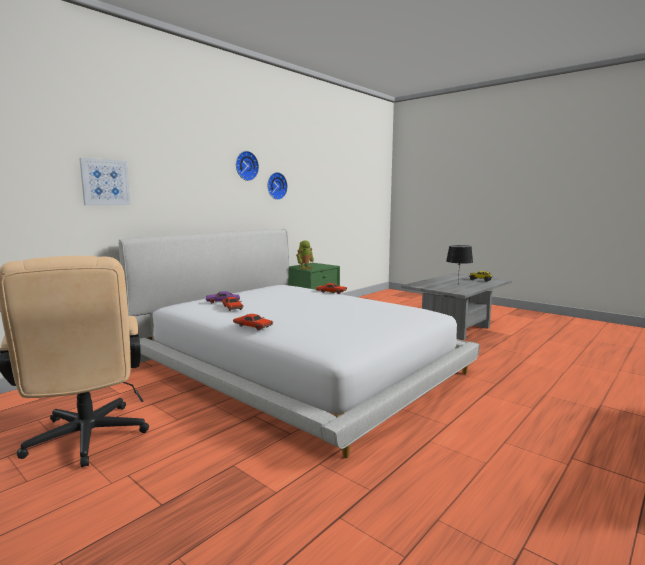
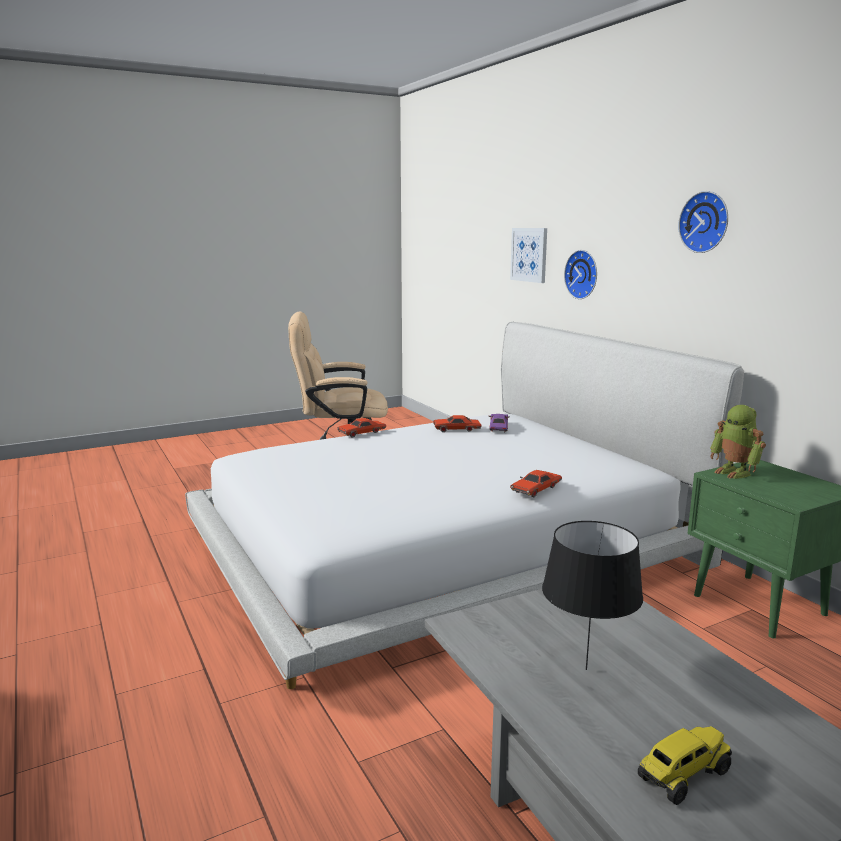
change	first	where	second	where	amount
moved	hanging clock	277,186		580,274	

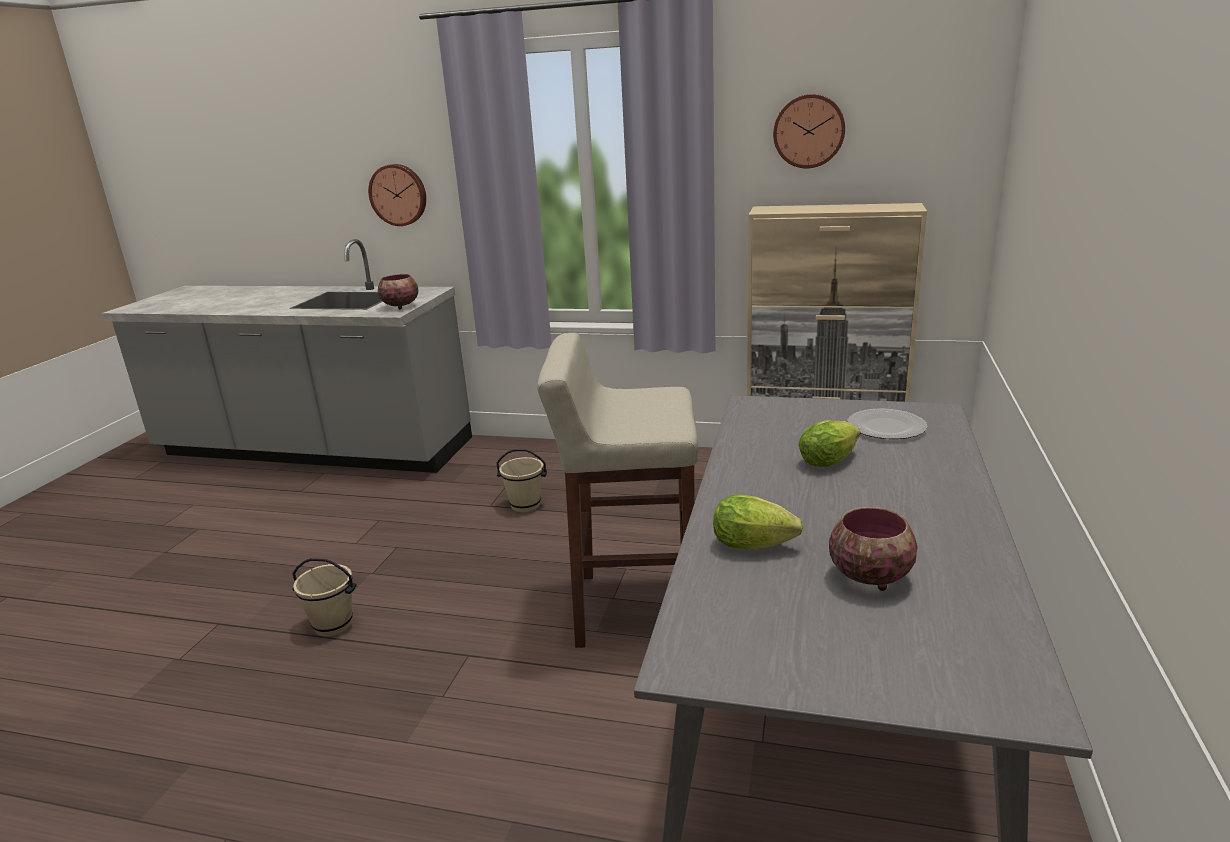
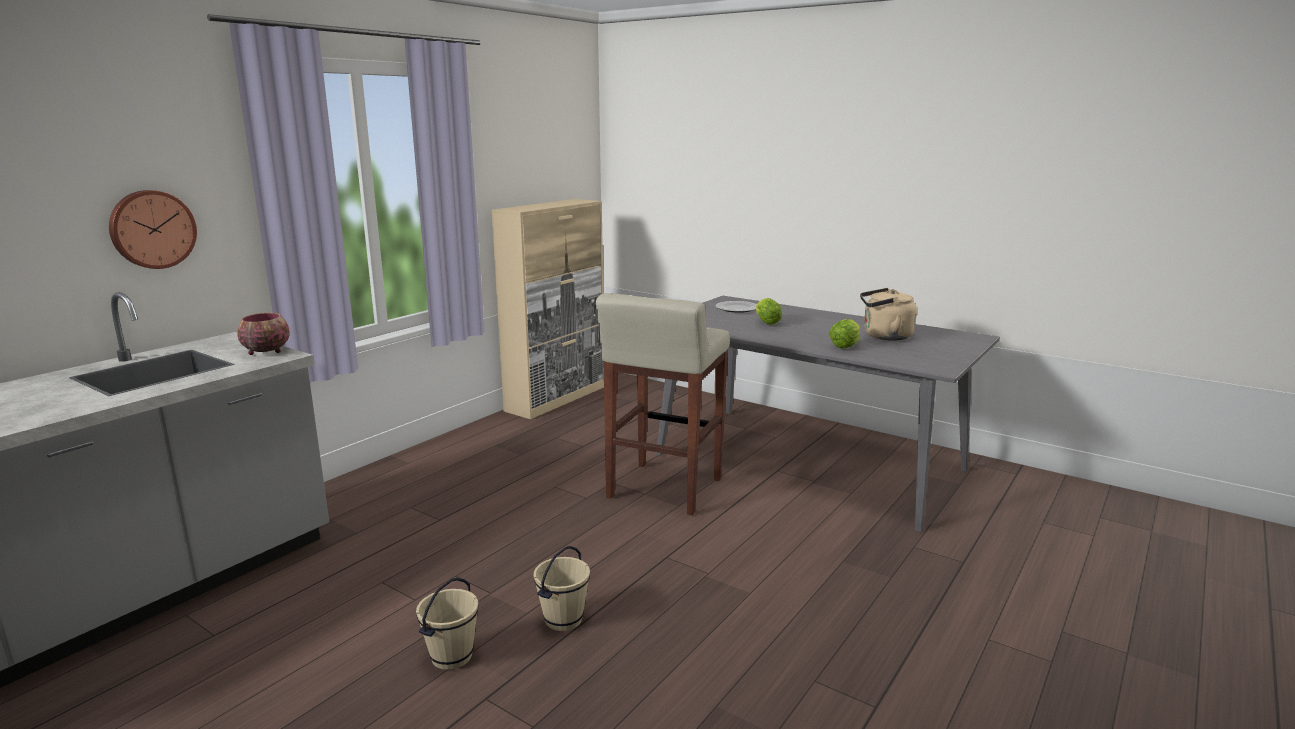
change	first	where	second	where	amount
removed	hanging clock	809,131			
moved	beige-coloured pail	522,480		447,624	
replaced	bowl	873,549	beige-coloured water kettle	888,314	

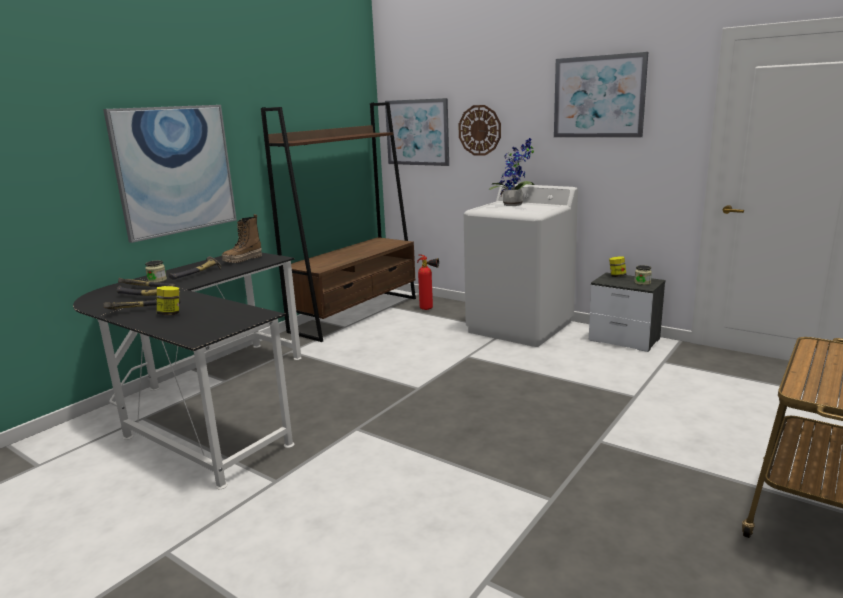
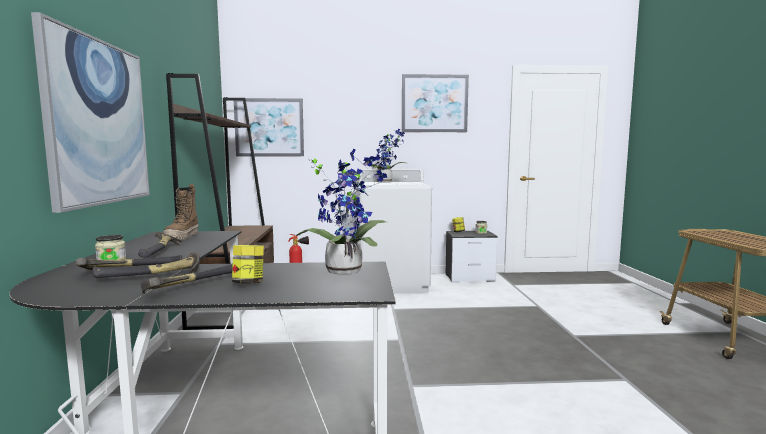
change	first	where	second	where	amount
removed	hanging clock	479,130			
added			houseplant	341,212	

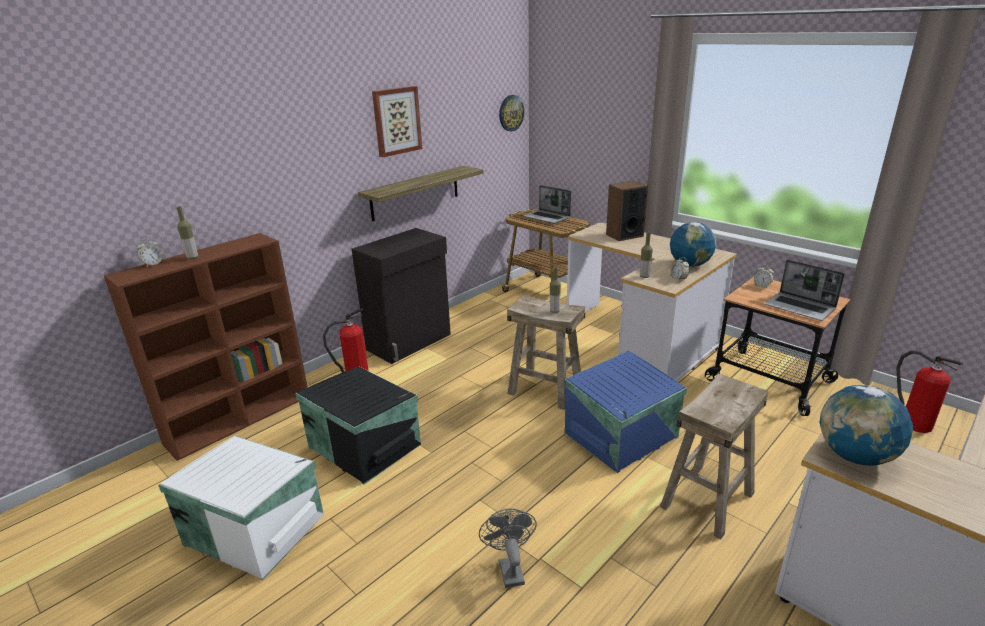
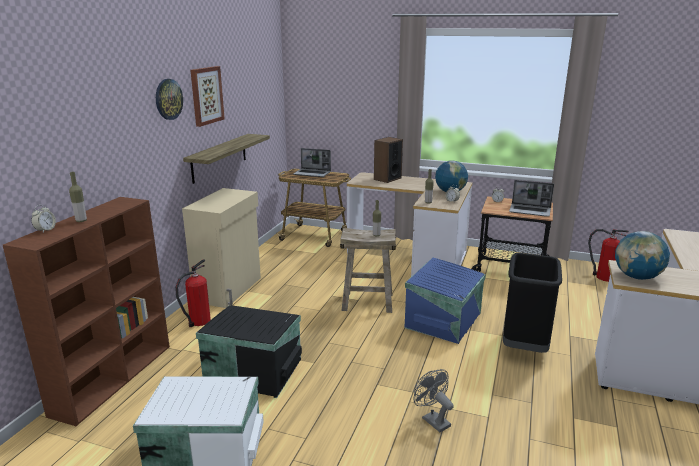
change	first	where	second	where	amount
moved	hanging clock	511,113		169,99	
replaced	beige-coloured sitting stool	714,456	black-coloured waste bin	532,303	
recoloured	black-coloured storage cabinet	401,296	beige-coloured storage cabinet	221,248	

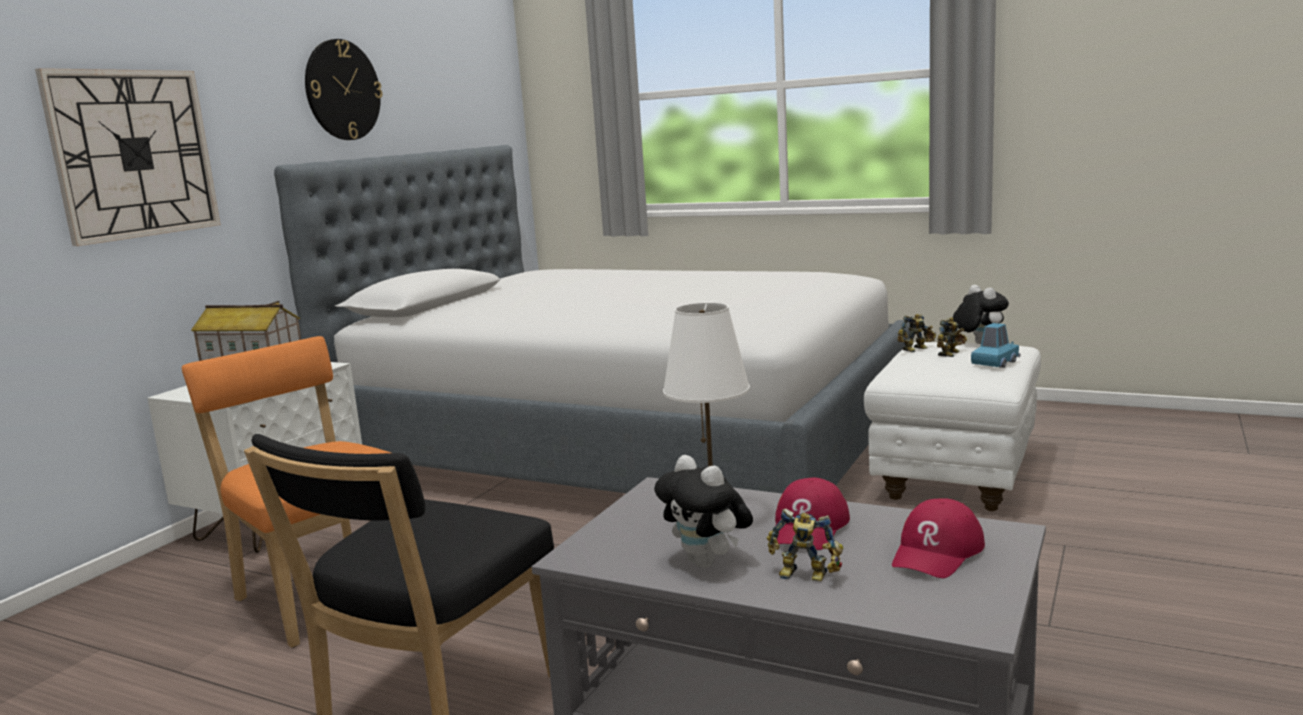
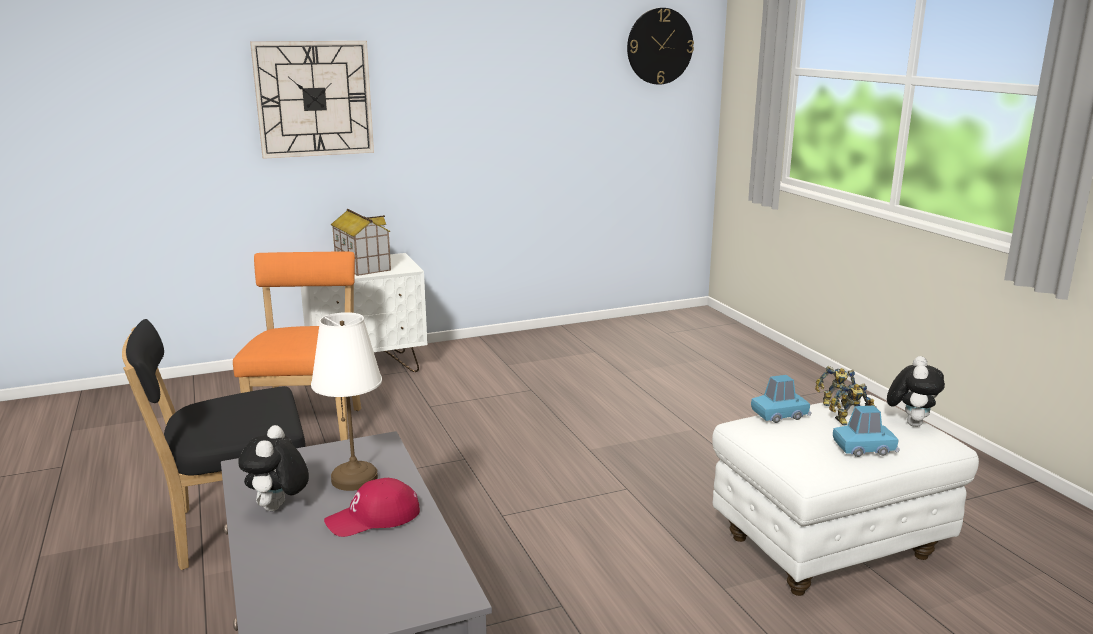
change	first	where	second	where	amount
removed	bed	592,319			
removed	robot figure	805,545			
removed	red cap	938,538			
added			bluish model car	781,399	
moved	hanging clock	343,89		660,46	

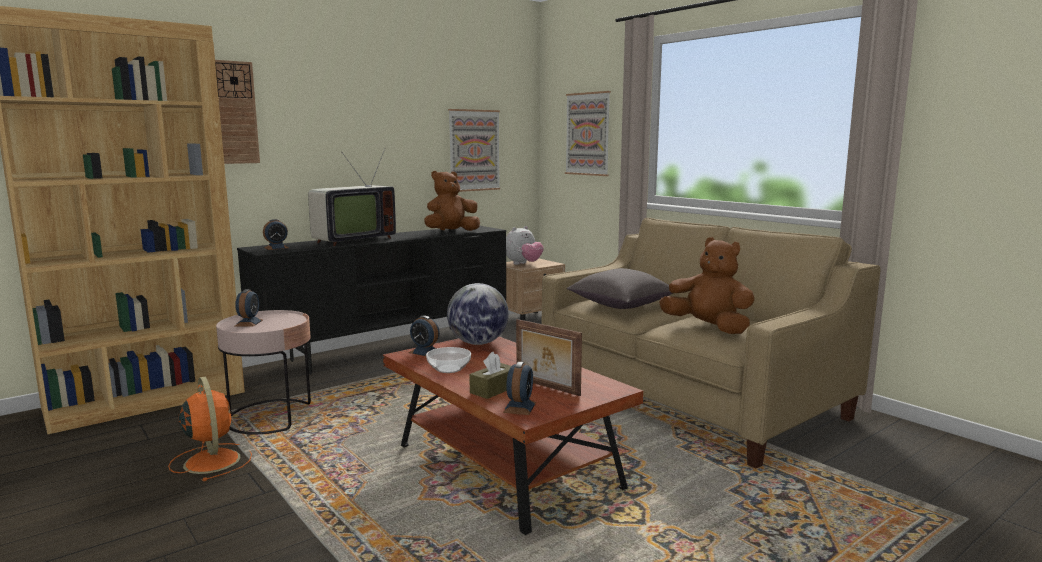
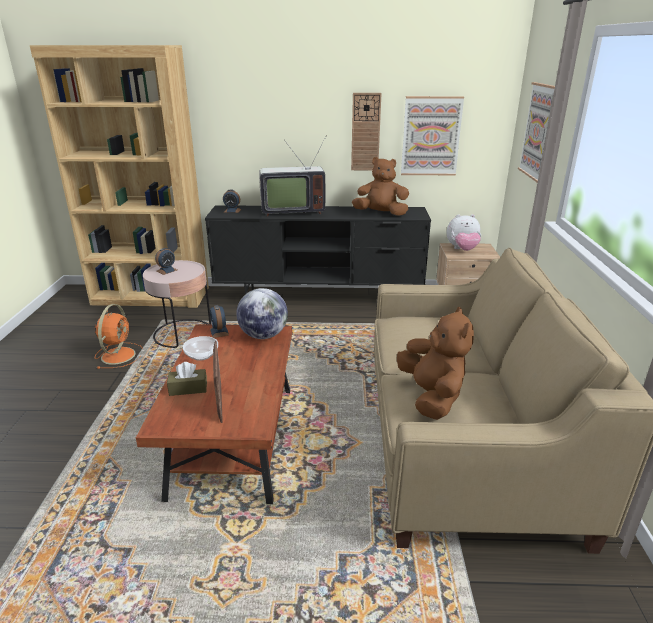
change	first	where	second	where	amount
removed	table clock	519,388			
removed	gray cushion	620,288			
moved	hanging clock	237,112		366,131	

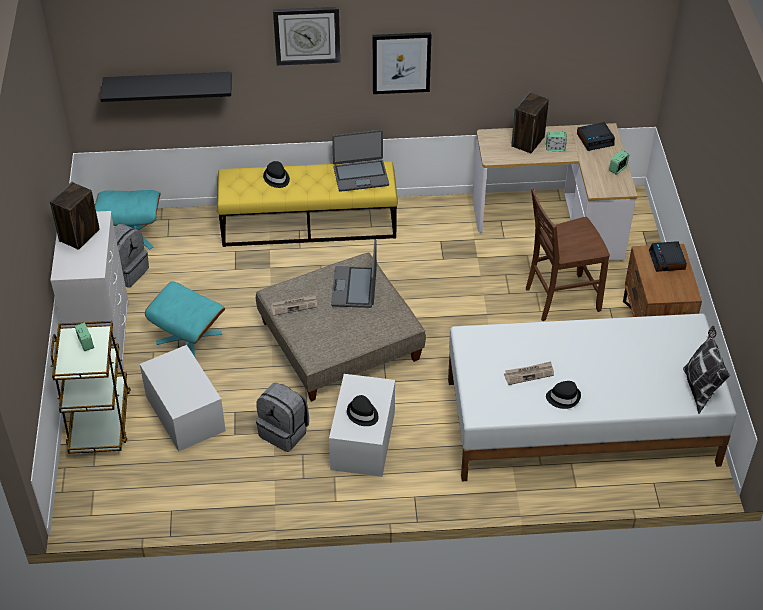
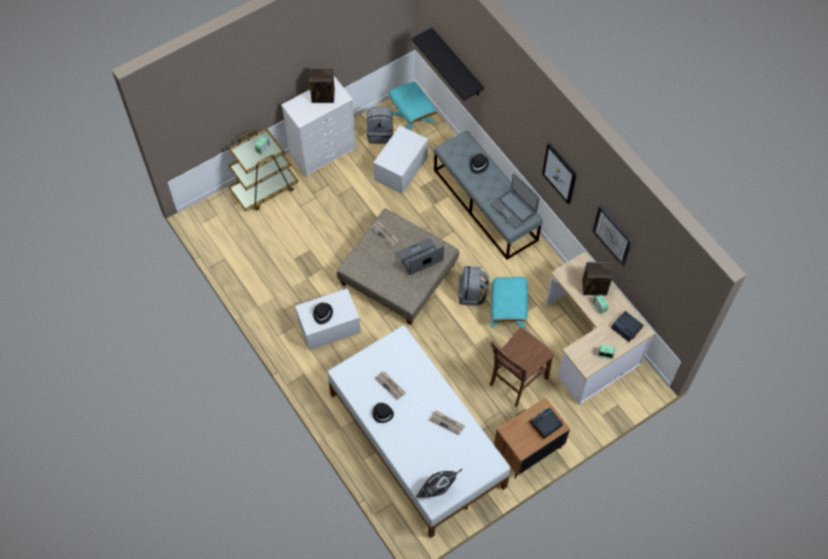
change	first	where	second	where	amount
added			newspaper	447,423	
moved	whitish storage box	183,398		400,160	
moved	blue-green pouffe	185,319		509,303	
moved	gray backpack	282,417		473,286	
moved	hanging clock	306,36		612,235	
recoloured	yellow-coloured long seat	307,204	gray long seat	488,195	
turned	brown upright chair	568,254		522,367	90 degrees counterclockwise

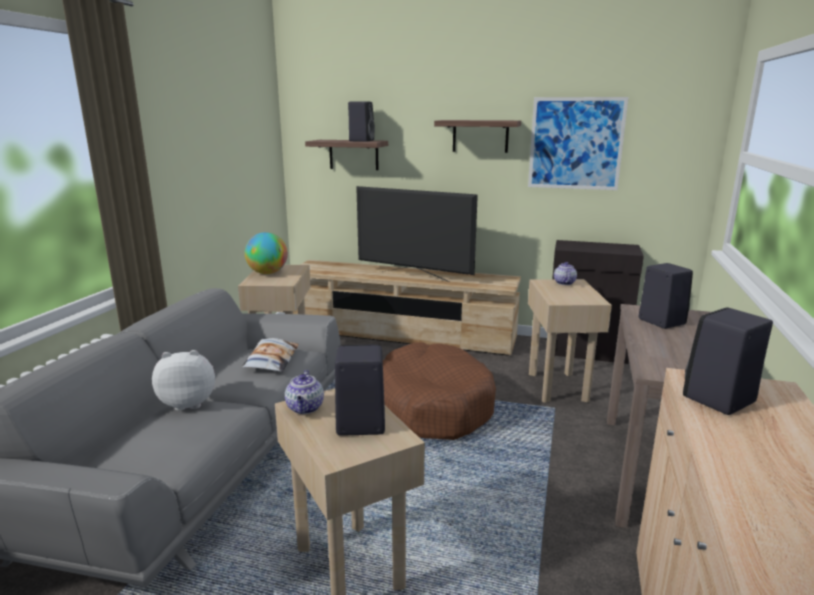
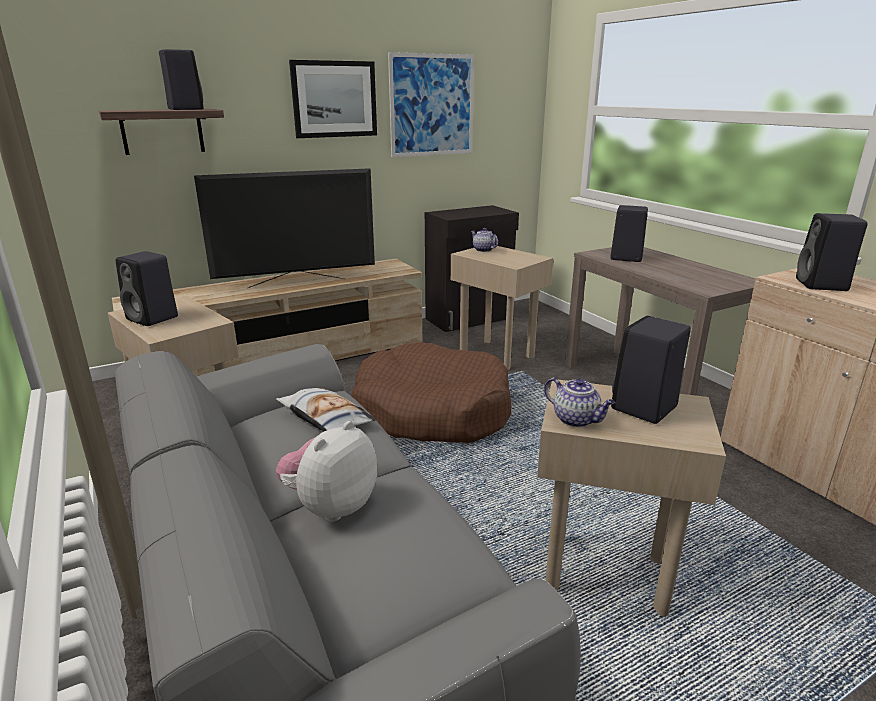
change	first	where	second	where	amount
replaced	world globe	266,253	black-coloured loudspeaker	147,288	
replaced	wall shelf	477,136	wall picture	333,99	

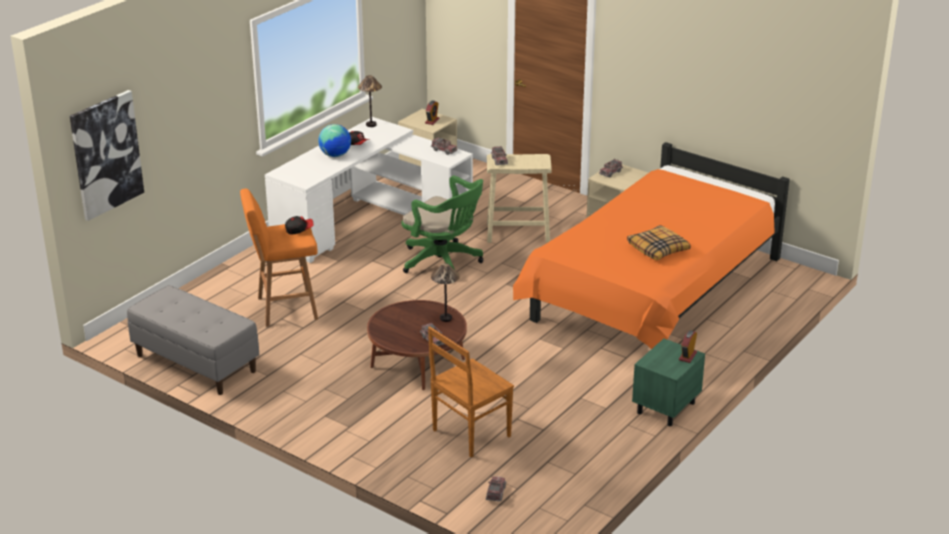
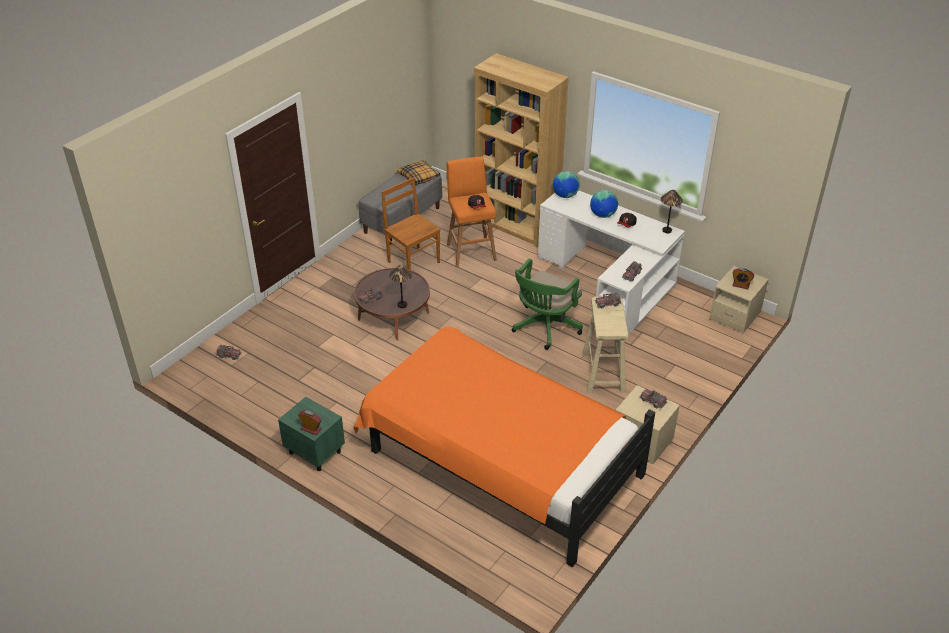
change	first	where	second	where	amount
removed	wall picture	107,155			
added			brown bookcase	521,150	
added			world globe	566,184	
moved	brown upright chair	471,392		411,223	
moved	cushion	658,242		418,172	

